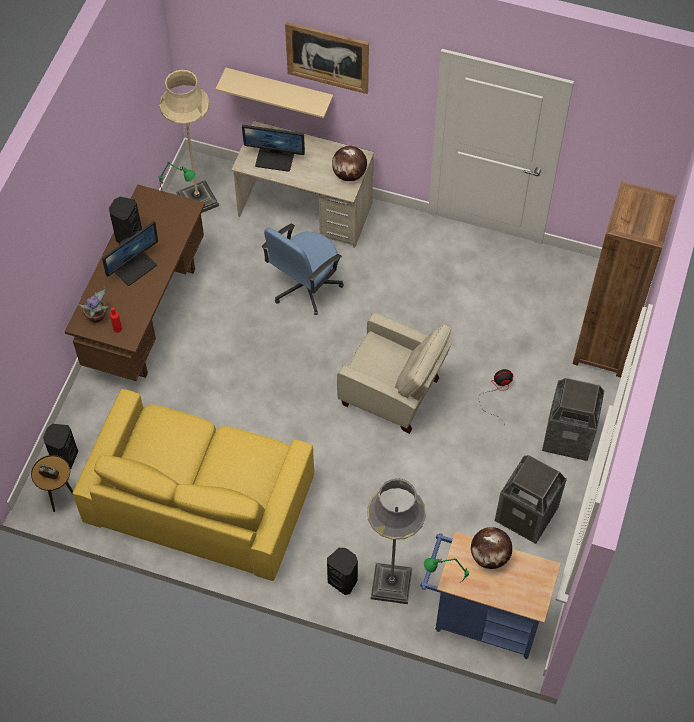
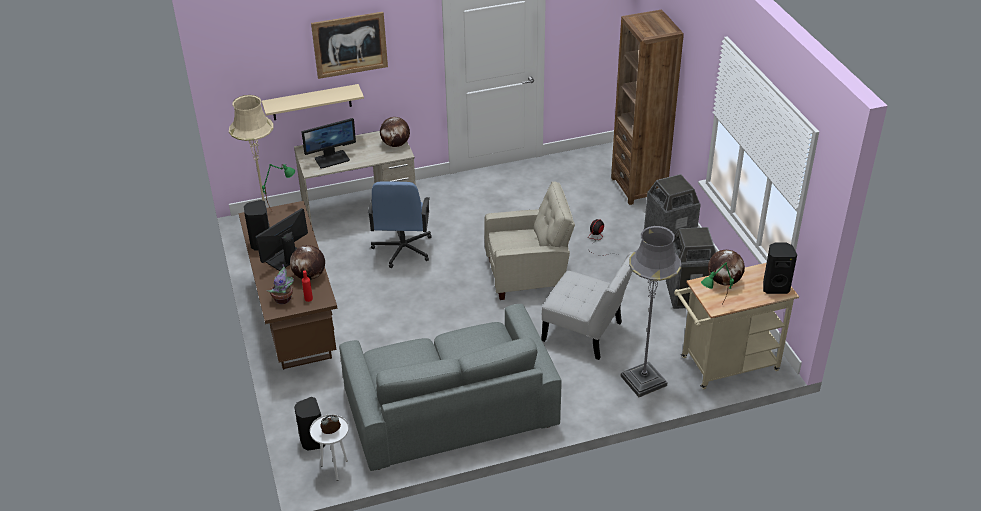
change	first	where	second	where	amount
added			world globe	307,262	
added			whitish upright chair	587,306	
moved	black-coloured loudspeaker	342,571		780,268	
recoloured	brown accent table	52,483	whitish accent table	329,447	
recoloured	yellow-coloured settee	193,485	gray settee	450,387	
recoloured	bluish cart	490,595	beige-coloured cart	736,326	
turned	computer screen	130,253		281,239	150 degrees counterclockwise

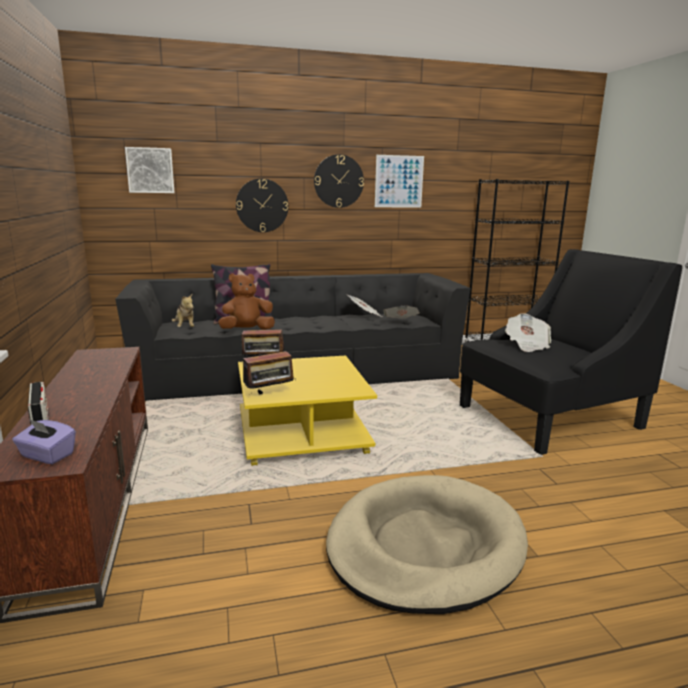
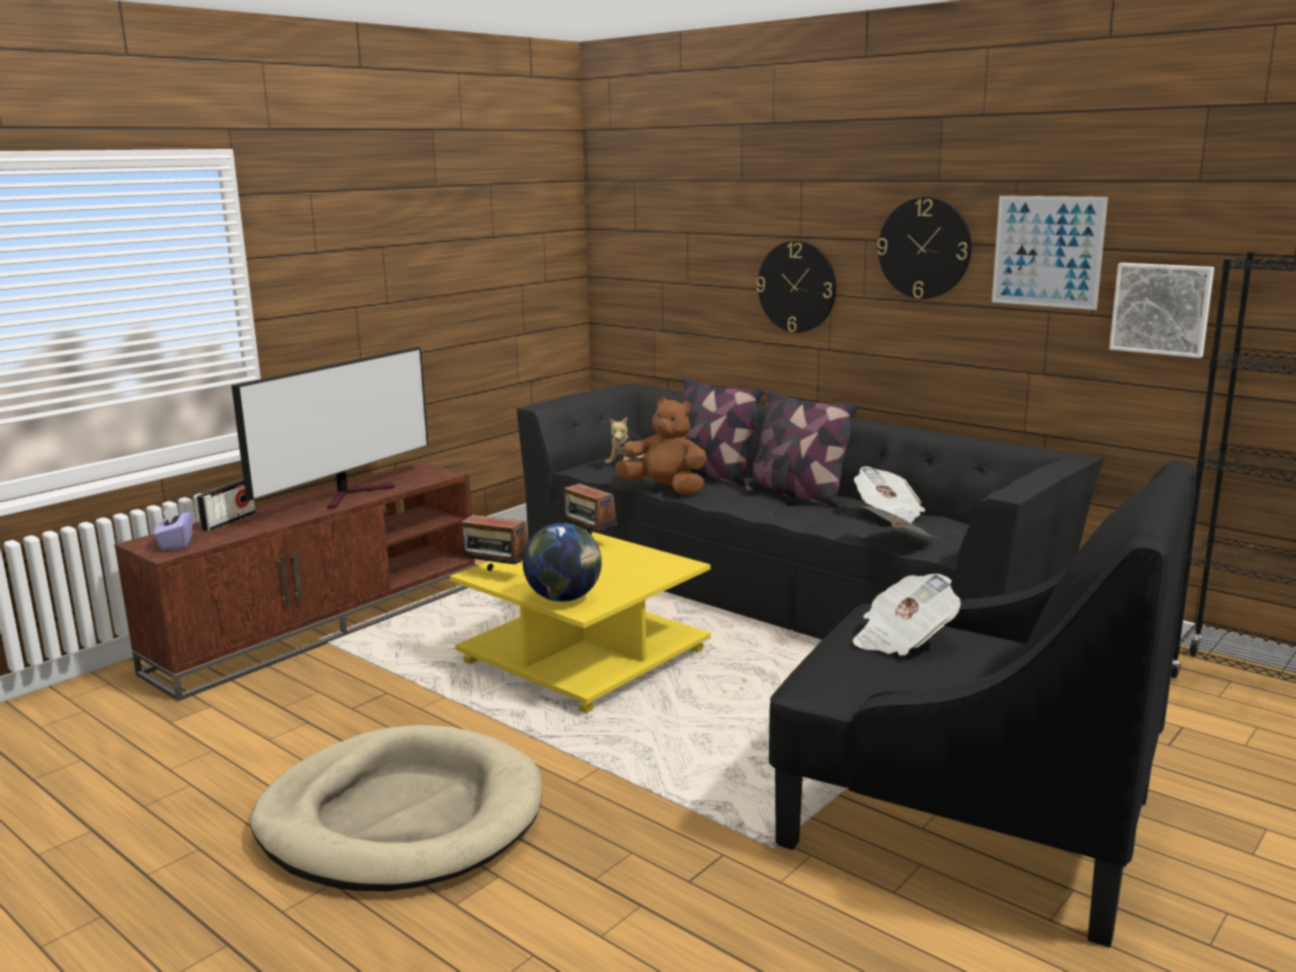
change	first	where	second	where	amount
added			television	329,427	
added			world globe	562,562	
added			cushion	802,449	
moved	wall picture	150,170		1161,310	

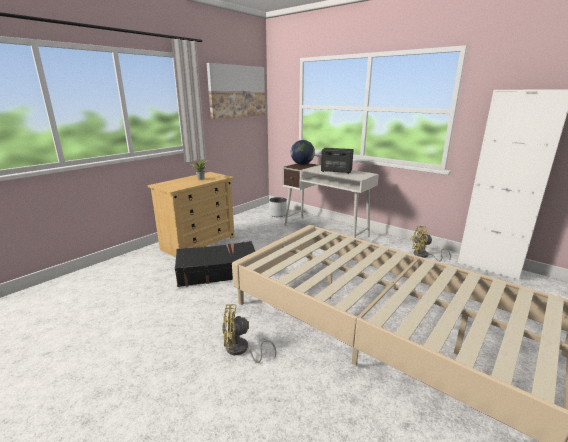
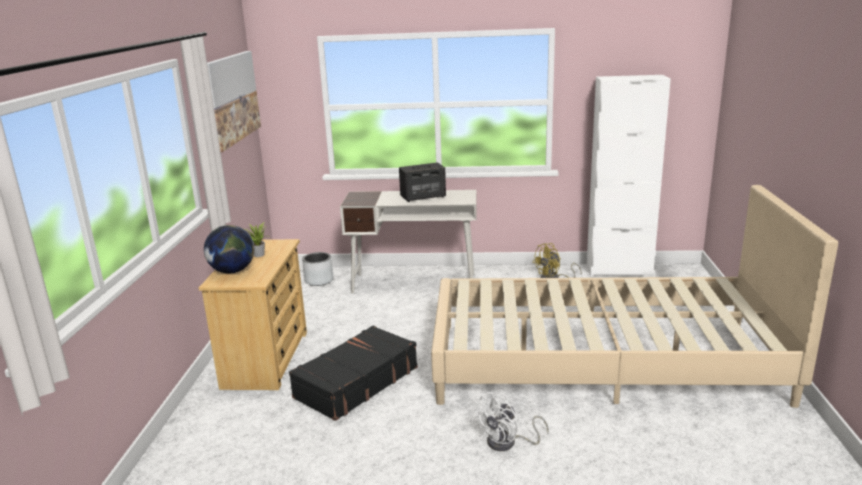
change	first	where	second	where	amount
moved	world globe	303,152		229,249	
recoloured	yellow-coloured fan	249,333	whitish fan	511,421	

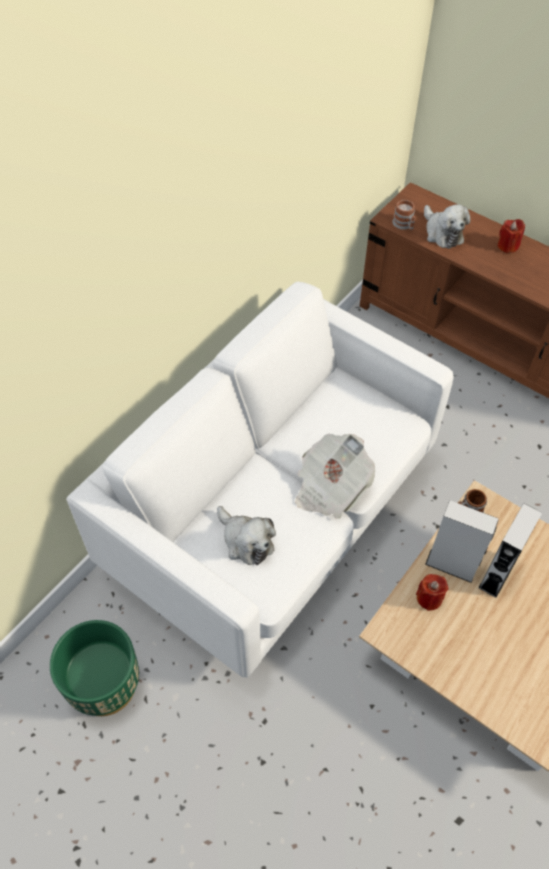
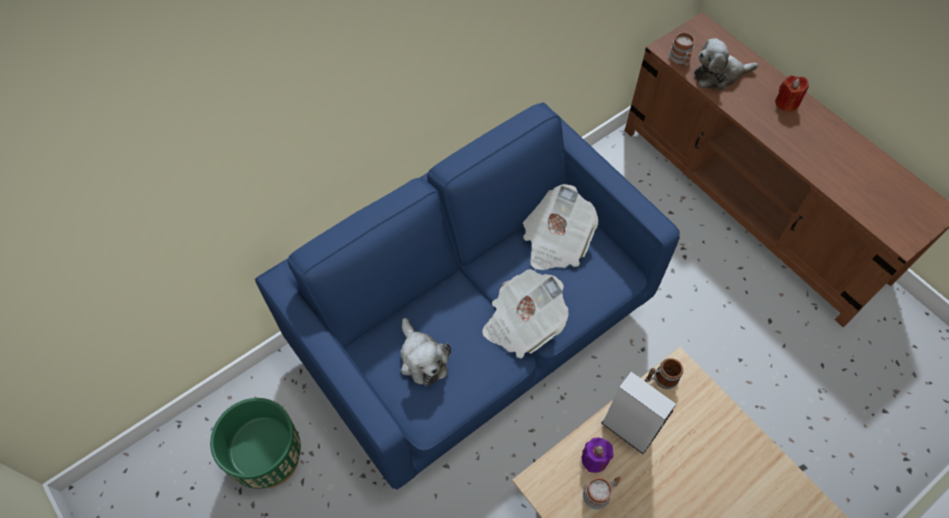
change	first	where	second	where	amount
removed	gray loudspeaker	510,550			
added			newspaper	561,227	
added			mug	602,493	
recoloured	whitish settee	260,479	bluish settee	467,296	
recoloured	red wax light	432,592	purple-coloured wax light	598,455	
turned	soft toy	447,226		726,64	90 degrees clockwise

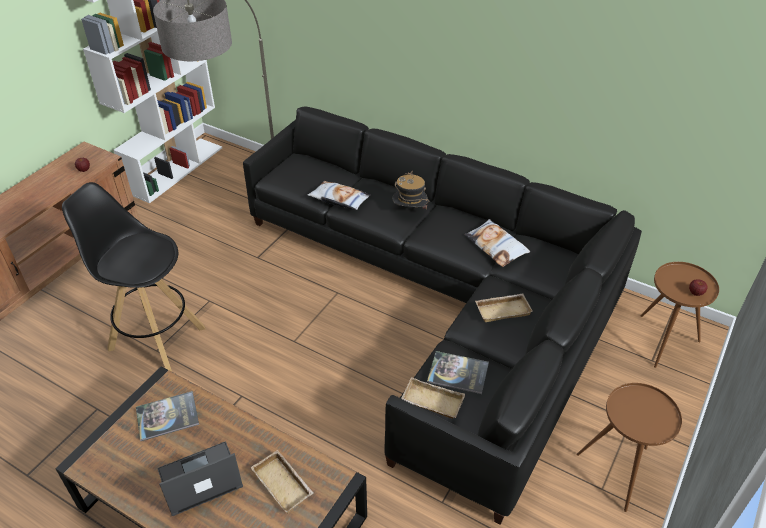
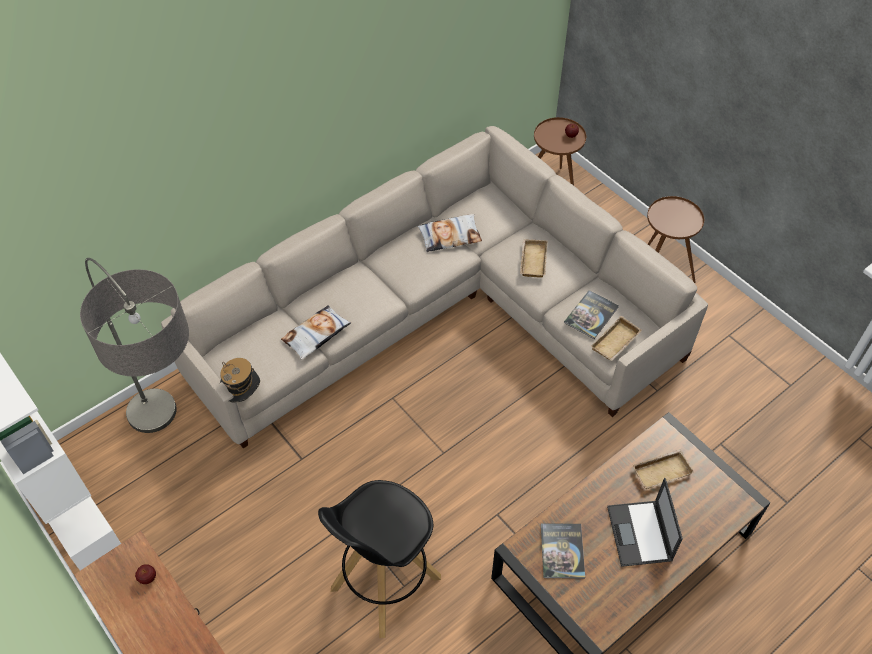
change	first	where	second	where	amount
moved	wearable hat	410,190		240,380	
recoloured	black-coloured settee	442,315	beige-coloured settee	434,287	

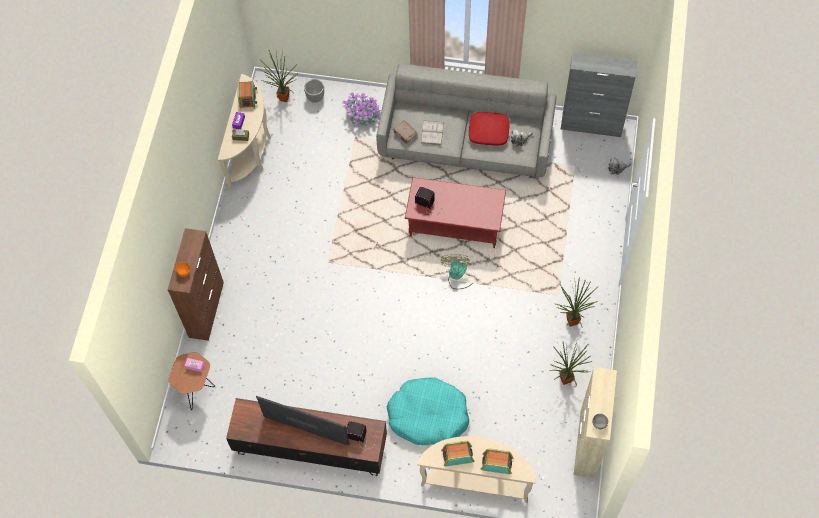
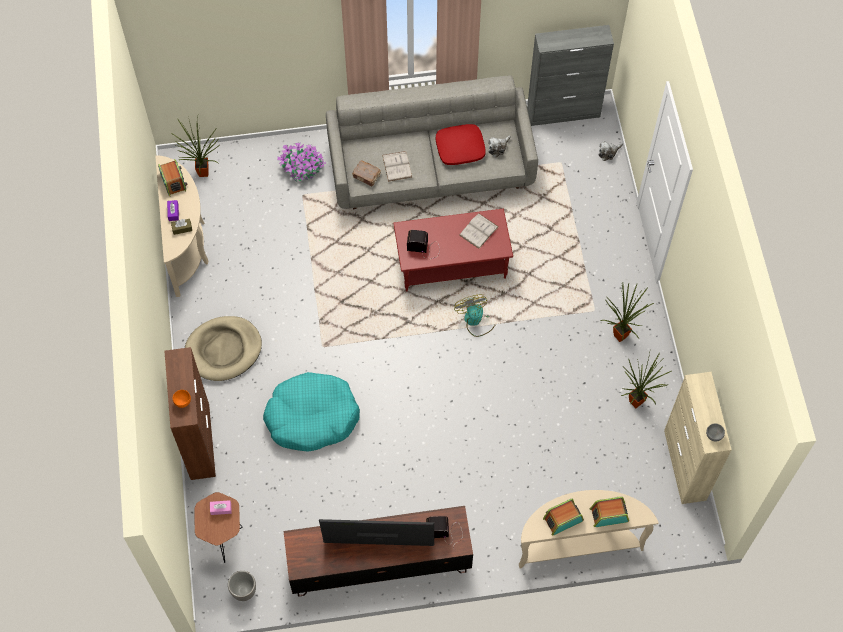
change	first	where	second	where	amount
added			beige-coloured pet bed	223,348	
added			whitish bound book	479,231	
moved	flower pot	314,91		242,586	
moved	blue-green pet bed	428,411		311,412	

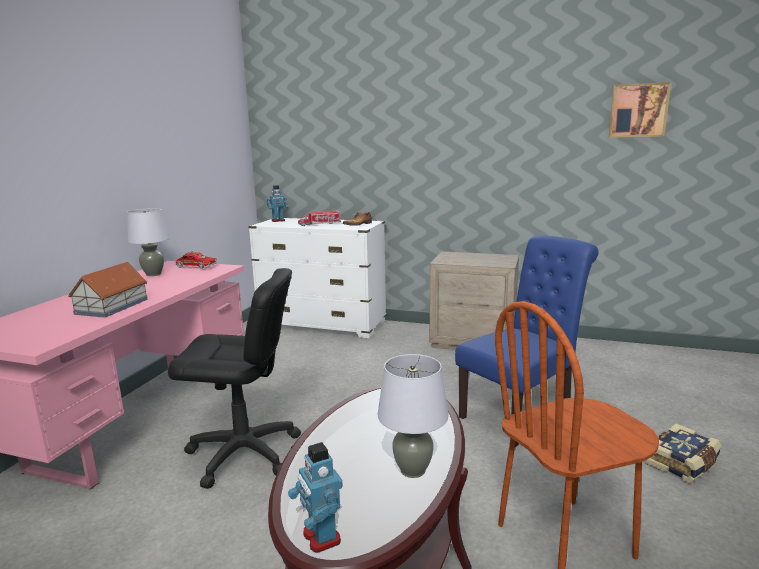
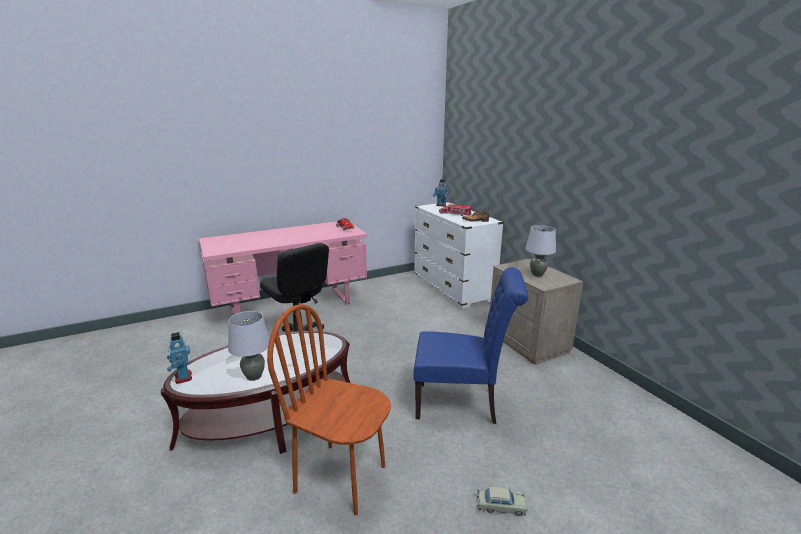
change	first	where	second	where	amount
removed	toy house	108,290			
removed	wall picture	640,110			
moved	gray lamp for a table	148,242		540,251	
replaced	bound book	683,453	beige-coloured model car	502,501	
turned	robot figure	315,497		179,358	45 degrees counterclockwise

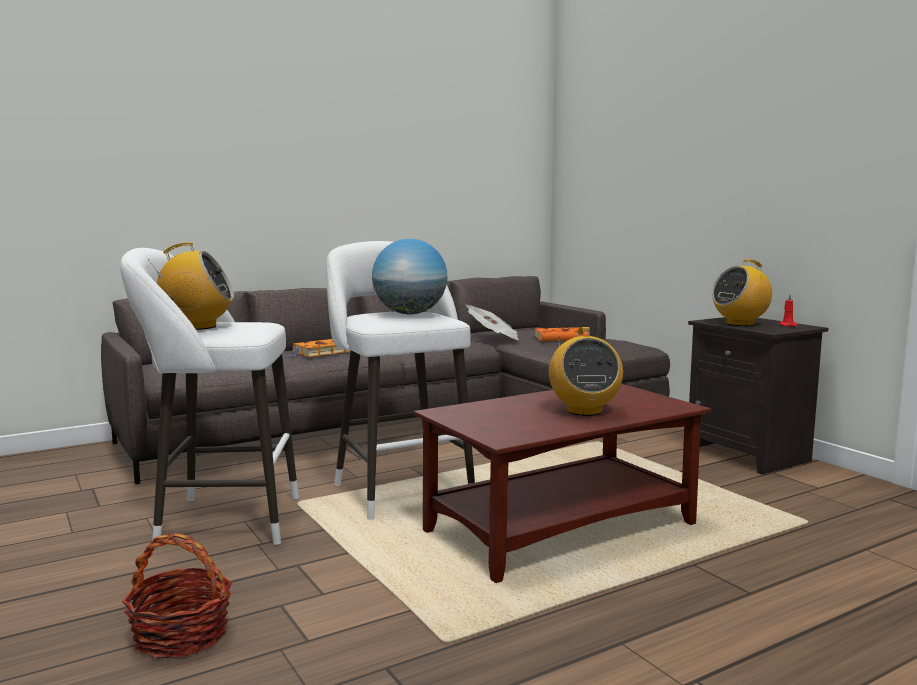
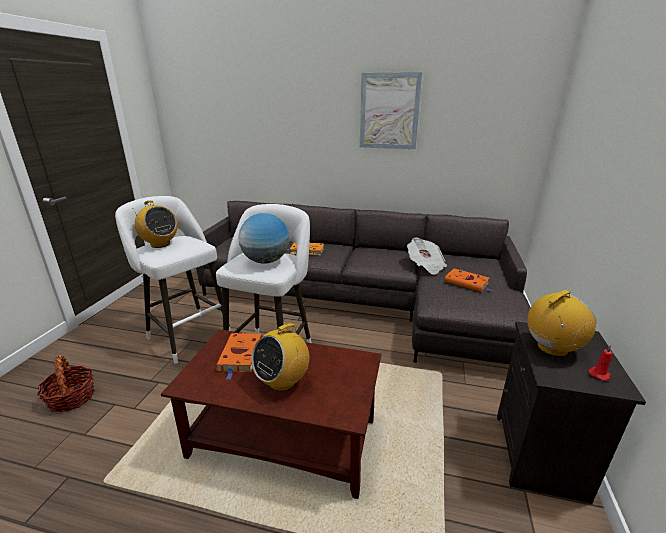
change	first	where	second	where	amount
added			orangey bound book	238,356	
added			wall picture	391,110	
turned	radio	742,292		561,323	135 degrees clockwise

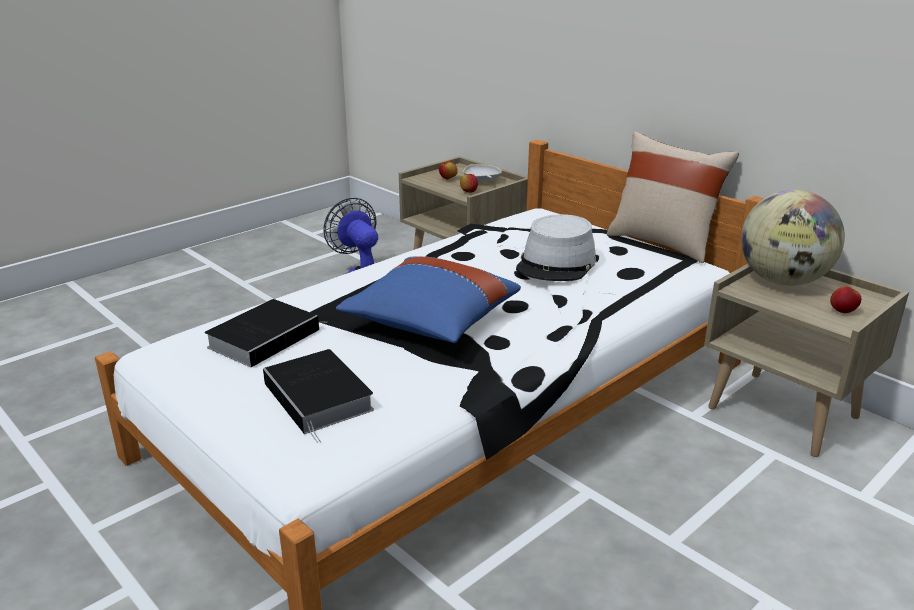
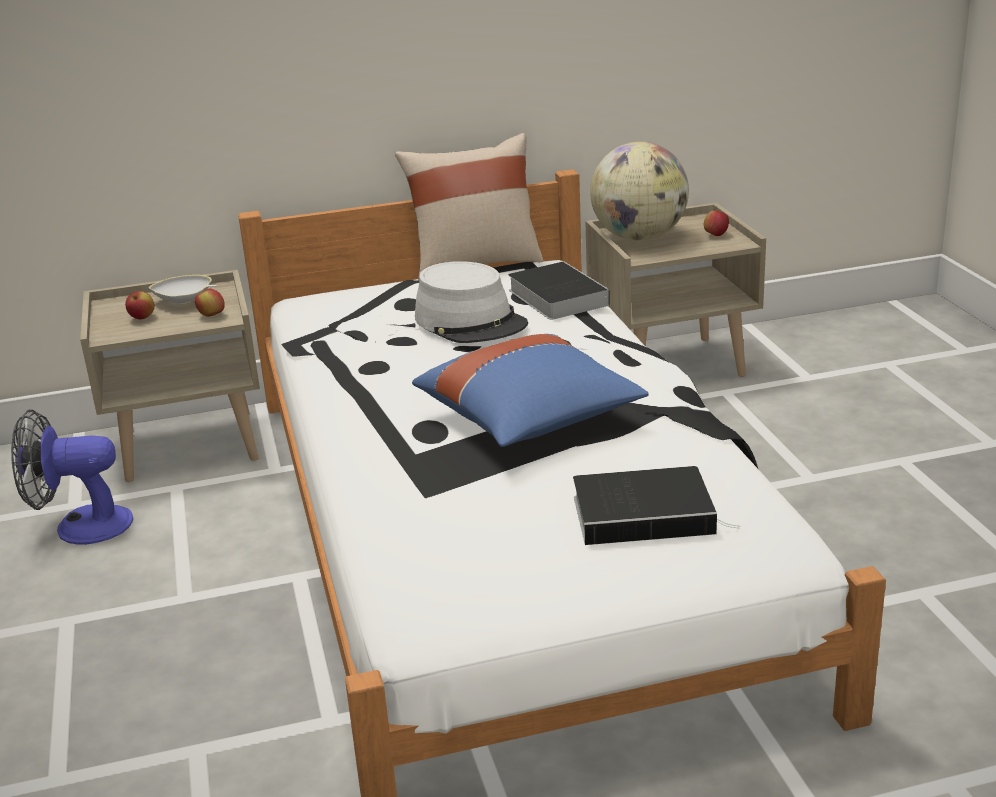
change	first	where	second	where	amount
moved	bound book	265,333		559,290	

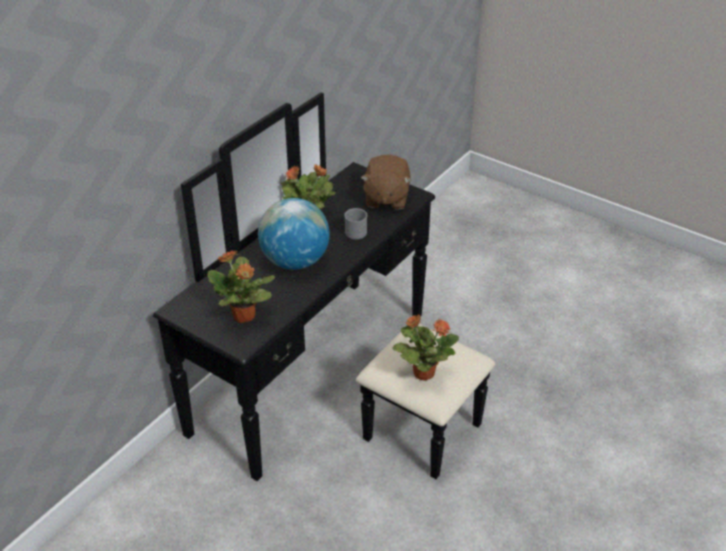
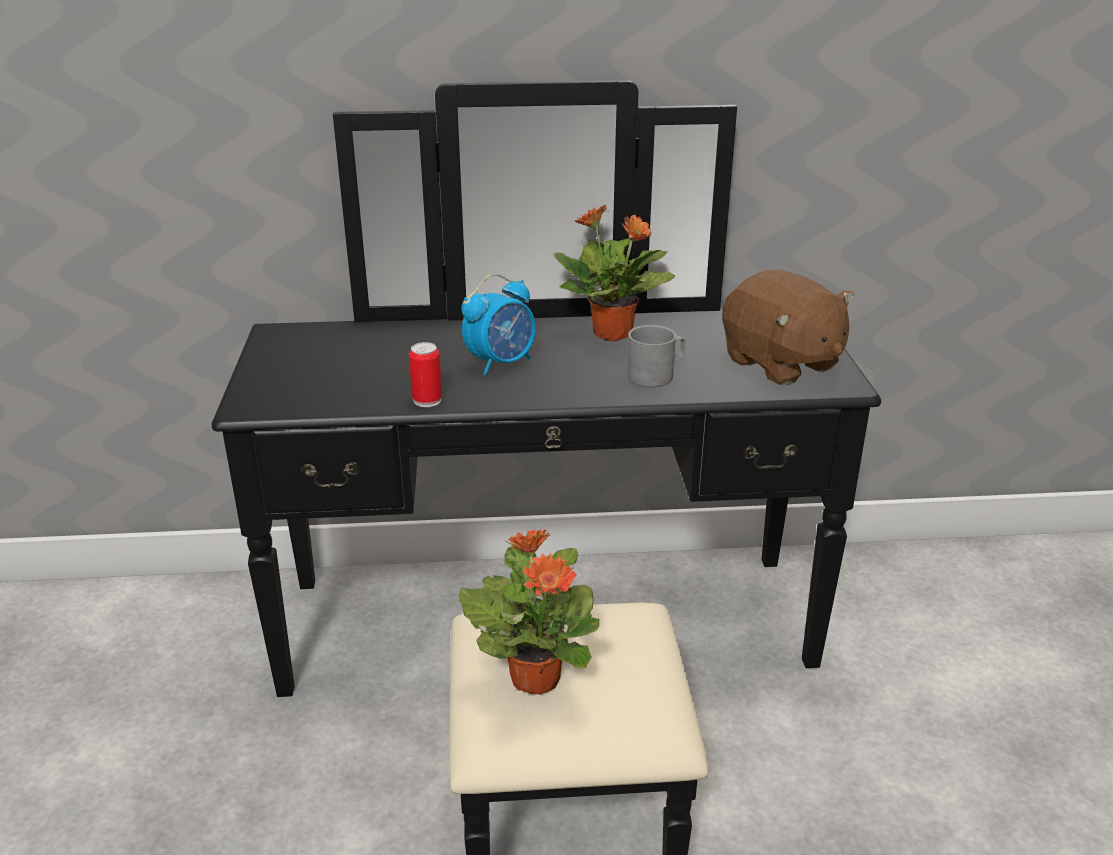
change	first	where	second	where	amount
removed	houseplant	241,287			
added			sealed can	425,374	
replaced	world globe	293,234	table clock	498,325	
turned	brown soft toy	386,182		788,327	90 degrees counterclockwise

